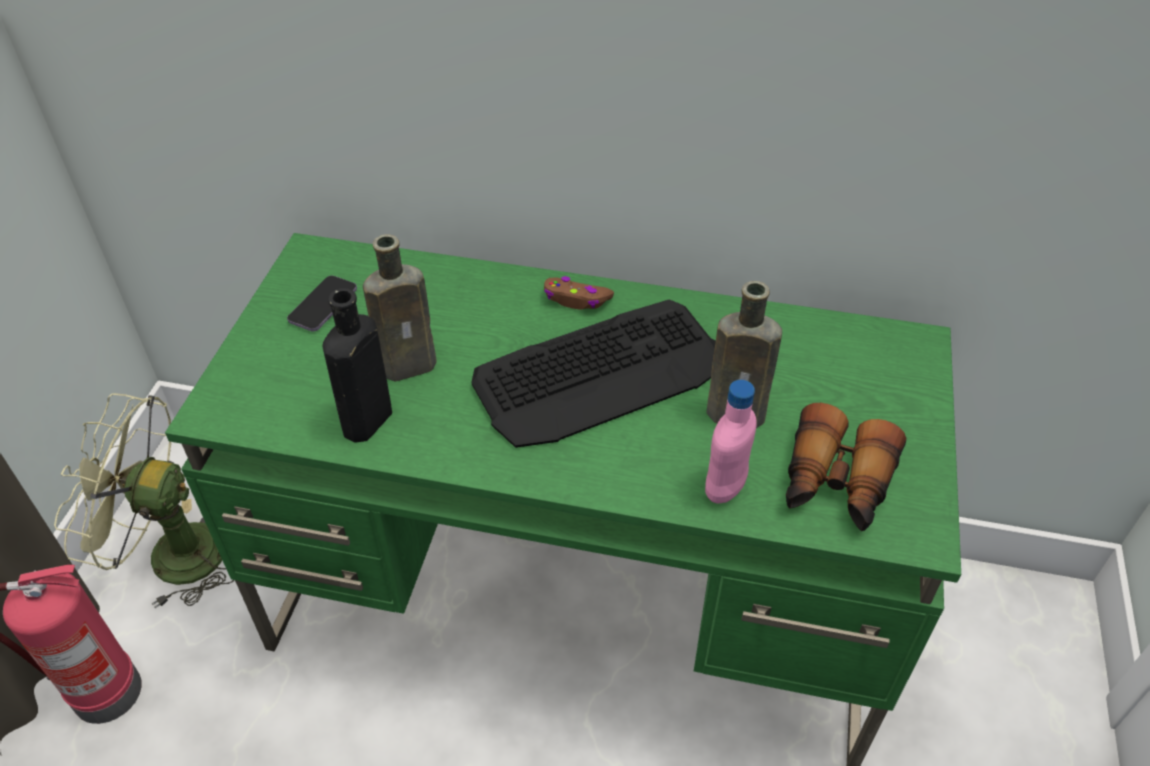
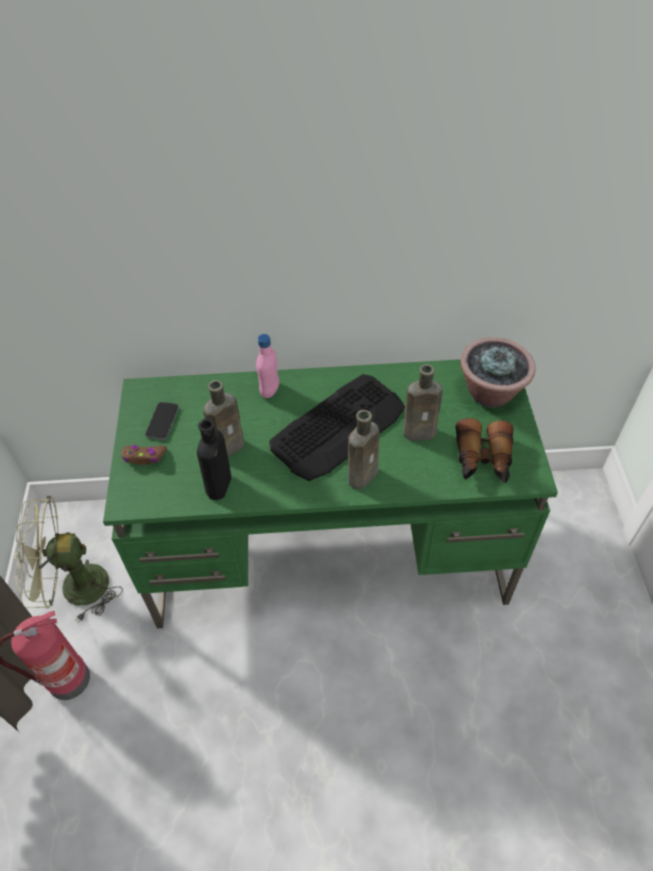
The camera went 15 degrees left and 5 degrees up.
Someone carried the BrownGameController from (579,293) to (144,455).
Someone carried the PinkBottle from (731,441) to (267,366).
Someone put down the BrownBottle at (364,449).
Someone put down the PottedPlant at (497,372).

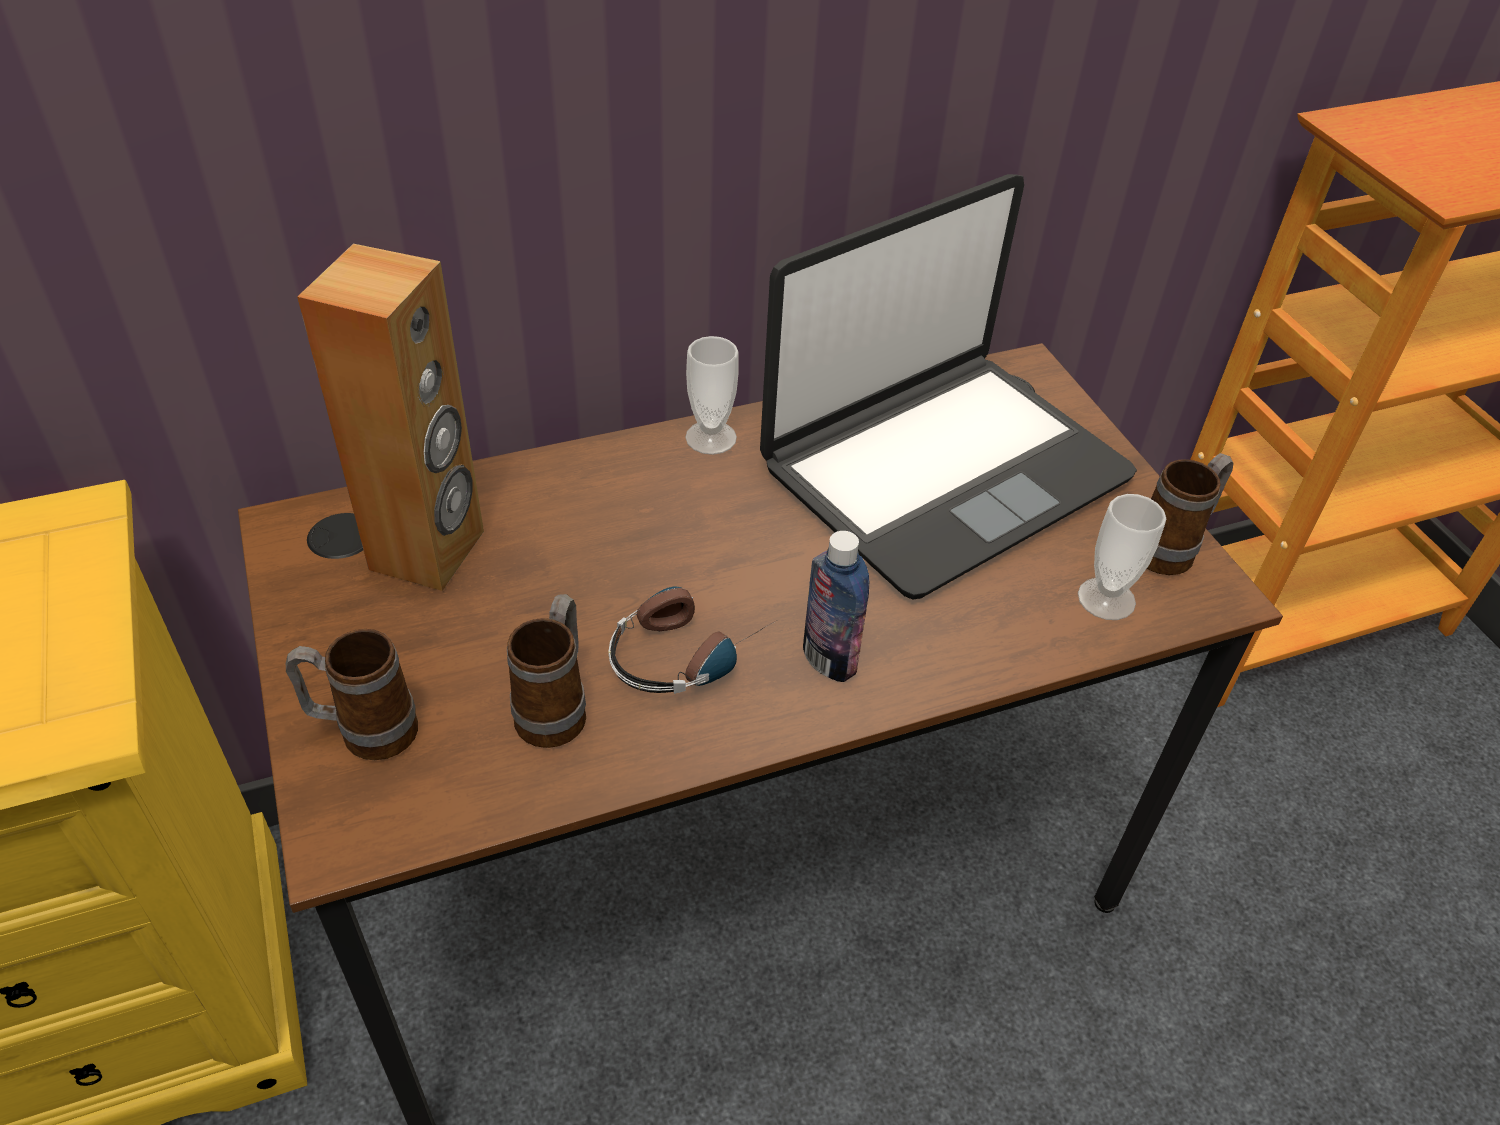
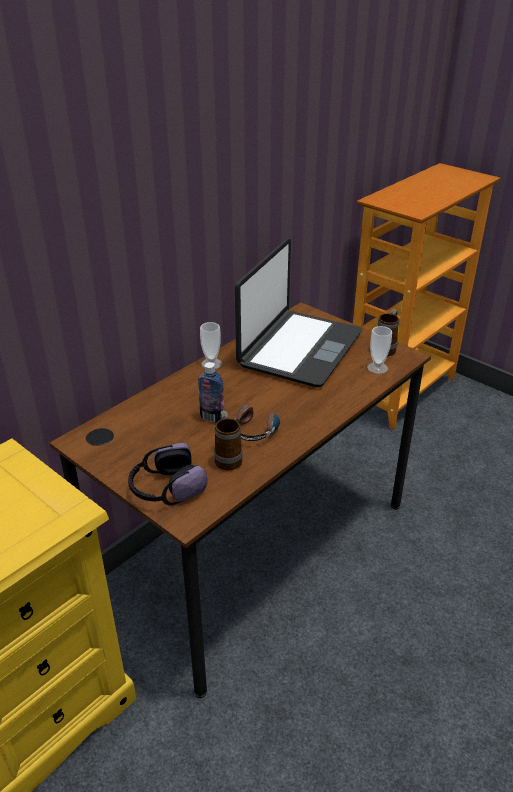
The camera went 25 degrees left and 10 degrees down.
Someone swapped the Mug at (352,694) for the Headphones at (167,474).
Someone took away the BrownSpeaker at (390,417).
Someone carried the Bottle from (836,606) to (211,392).

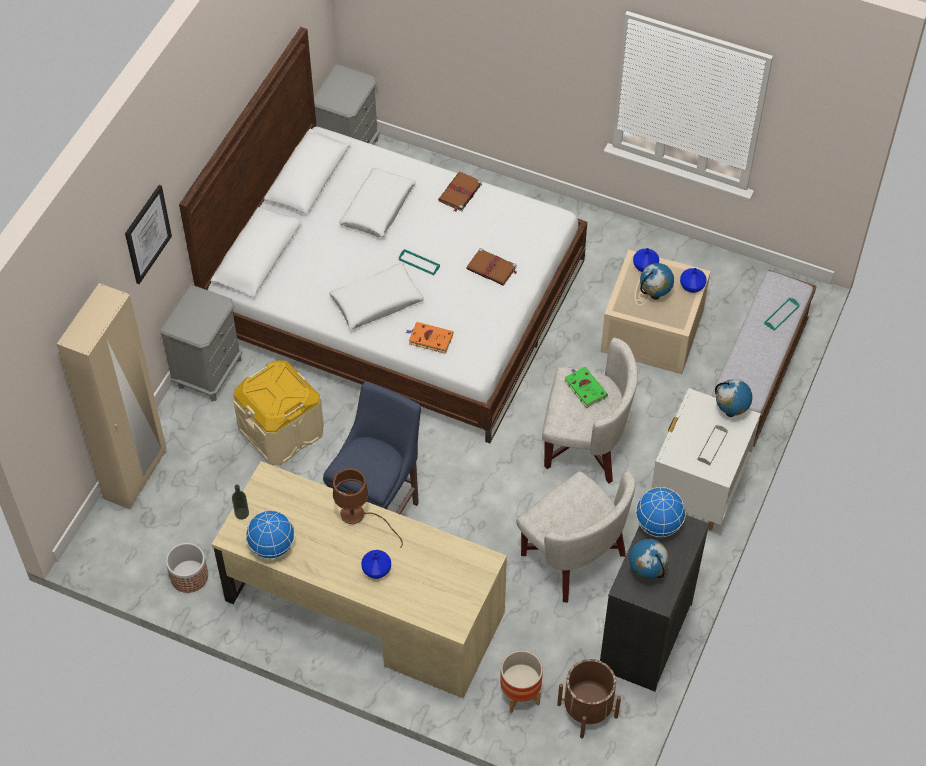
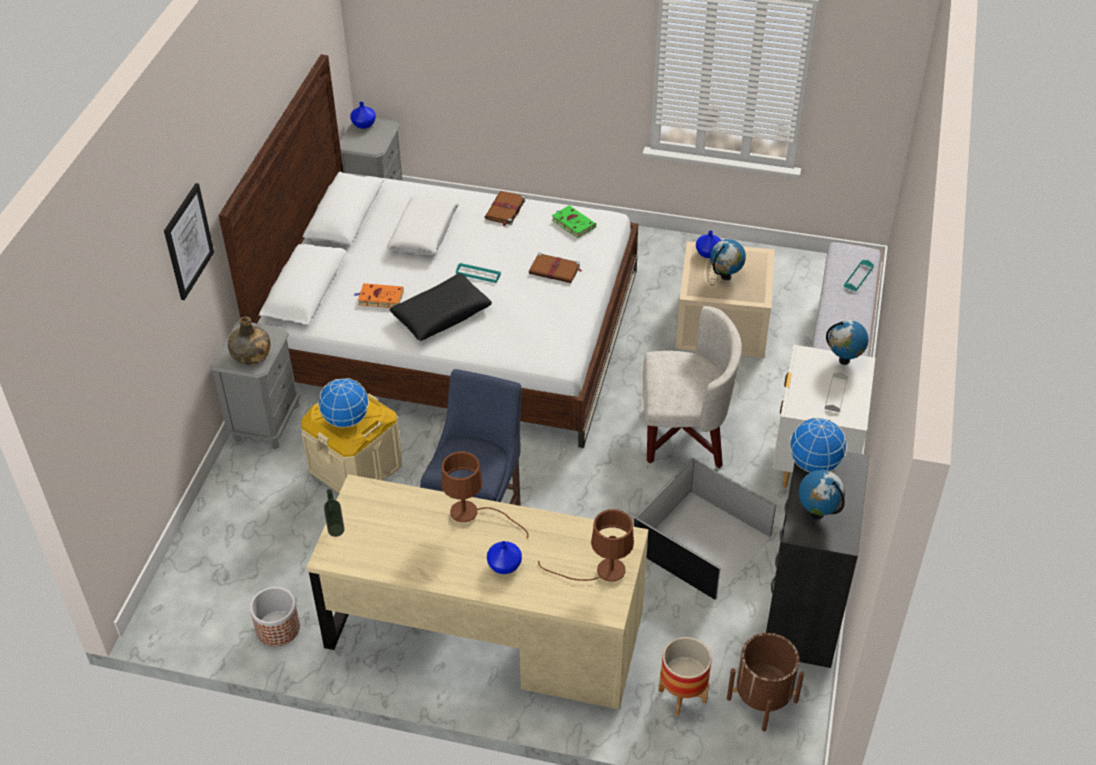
The camera went 10 degrees left and 10 degrees down.
Someone took away the BeigeWardrobe at (112,396).
Someone carried the Globe from (270,534) to (343,402).
Someone repainted the WhitePillow at (376,296), which became the BlackPillow at (440,307).
Someone carried the OrangeBook from (430,338) to (379,295).
Someone swapped the WhiteArmchair at (576,537) for the BlackStorageBox at (705,529).
Someone carried the GreenBook from (586,387) to (574,221).
Someone carried the BlueVase from (693,280) to (363,115).
Someone put down the GreenBottle at (249,340).
Someone put down the BrownTableLamp at (586,545).

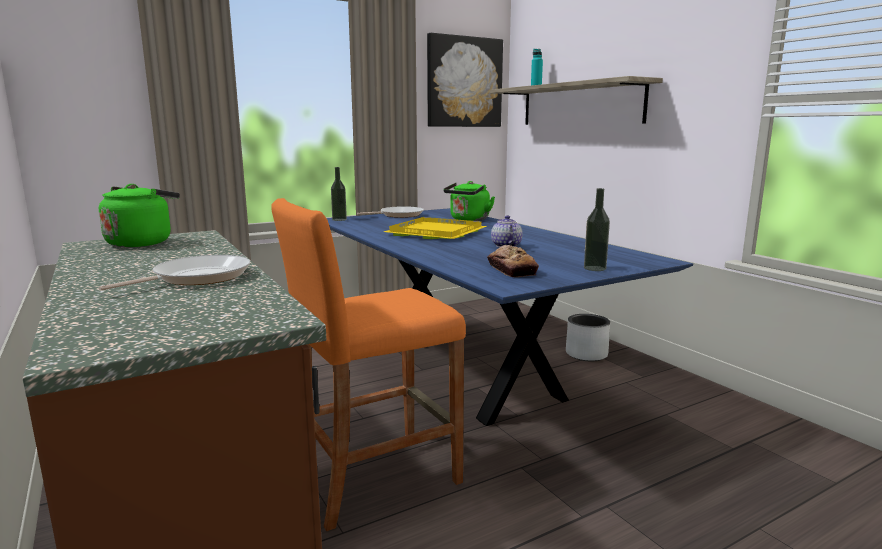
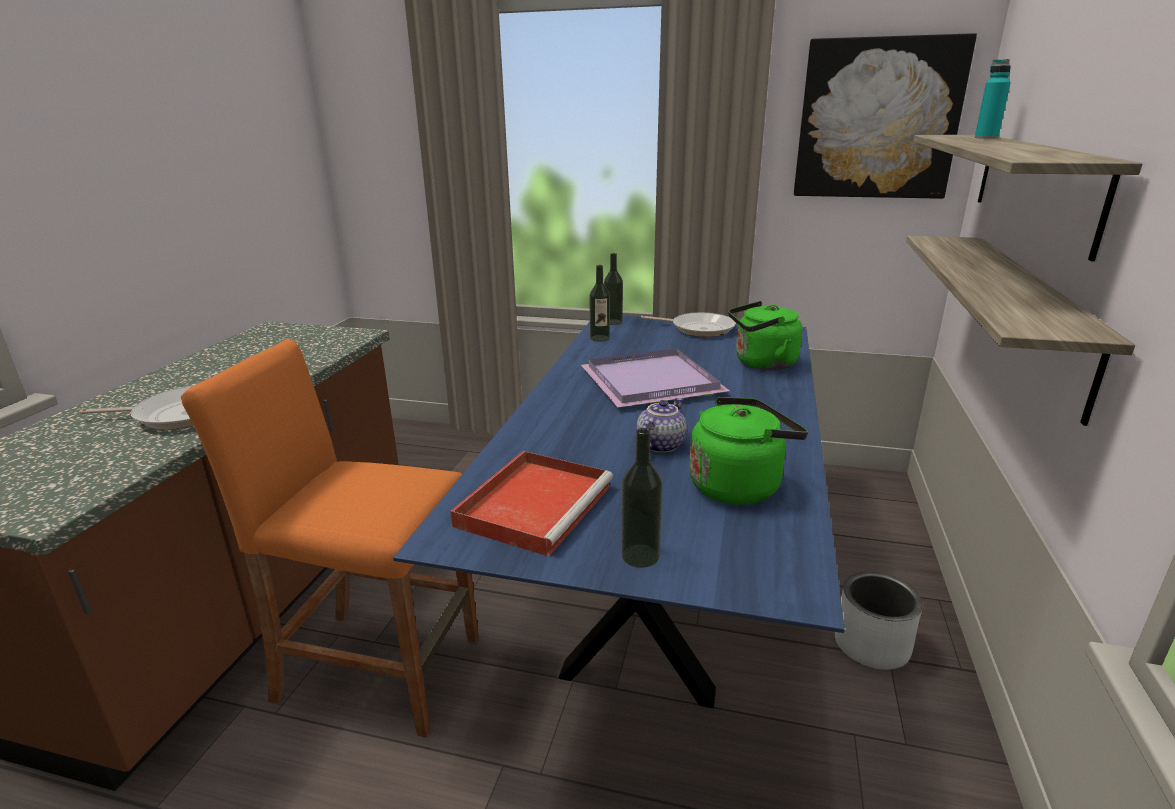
The camera went 45 degrees right and 10 degrees up.
Someone carried the GreenKettle from (139,215) to (748,451).
Someone repainted the YellowTray at (435,228), which became the PurpleTray at (655,377).
Someone swapped the Bread at (513,261) for the RedTray at (531,503).
Someone put down the Bottle at (599,303).
Someone put up the Shelf at (1020,331).

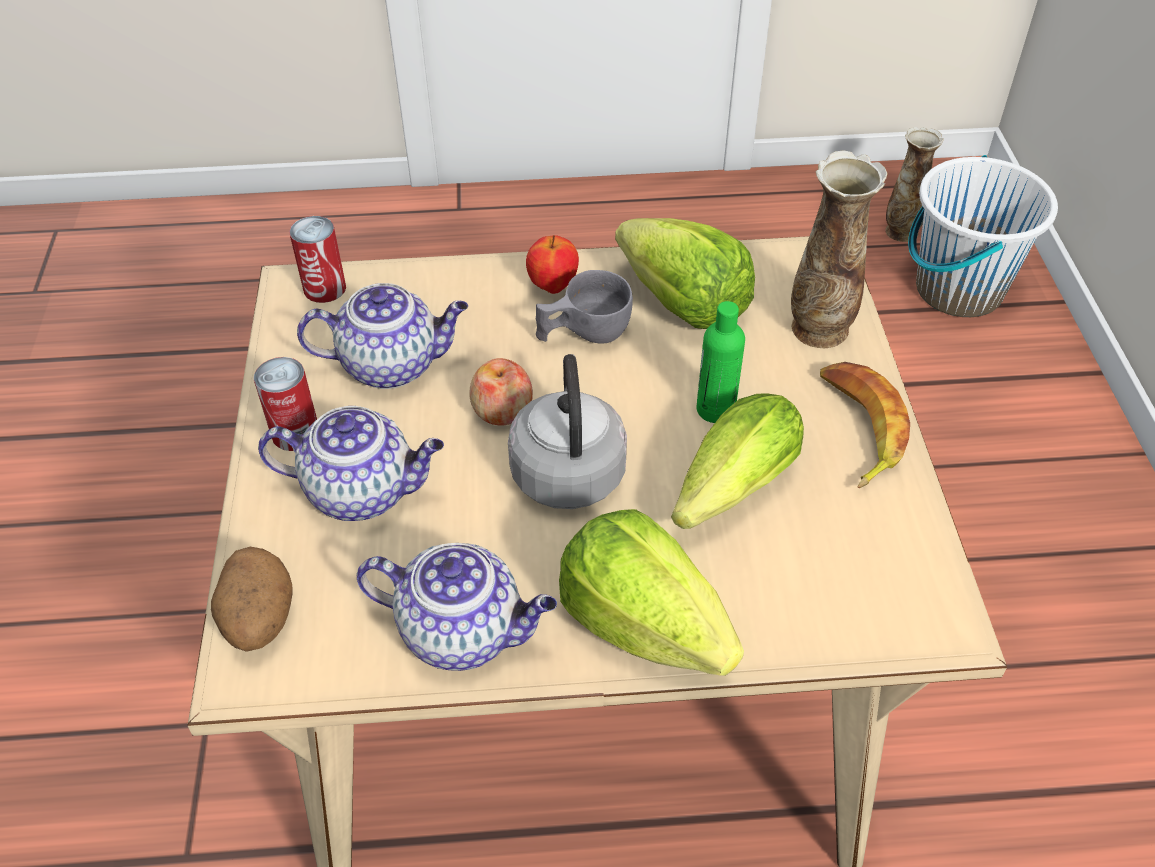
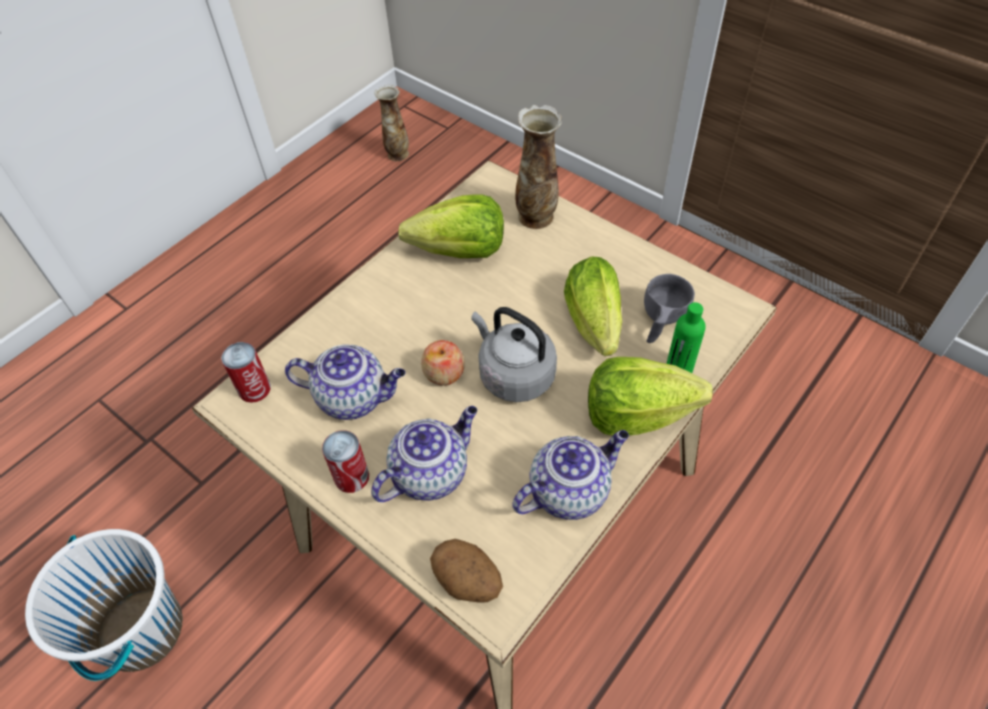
The camera went 45 degrees left and 5 degrees up.
Someone rotated the Teapot at (382,336) by 60 degrees clockwise.
Someone took away the Apple at (552,264).
Someone carried the GreyCup from (584,307) to (669,308).
Someone carried the GreenBottle from (721,362) to (686,337).
Someone took away the Banana at (865,425).
Someone carried the WhiteBucket from (983,236) to (104,605).

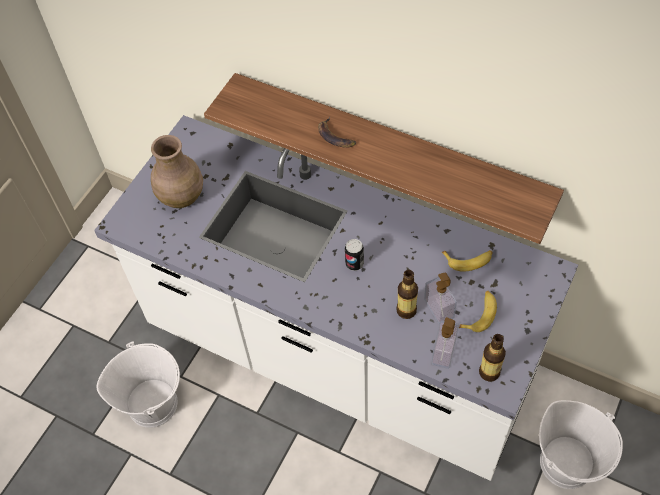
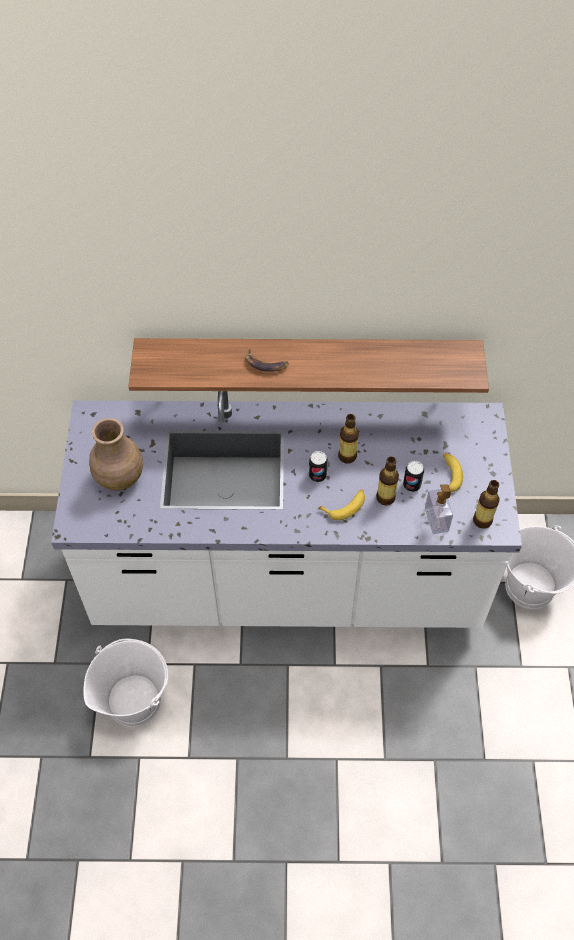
The camera went 30 degrees left and 0 degrees up.
Someone swapped the SoapDispenser at (440,298) for the Can at (413,476).
Someone carried the Banana from (467,261) to (341,504).
Someone put down the Bottle at (348,439).

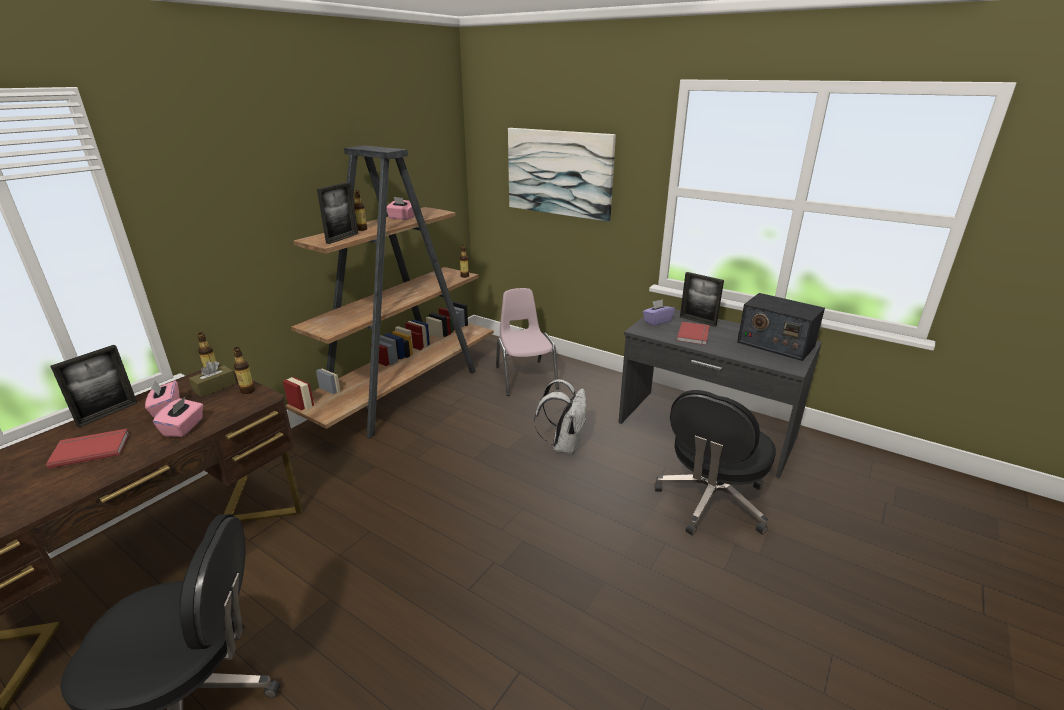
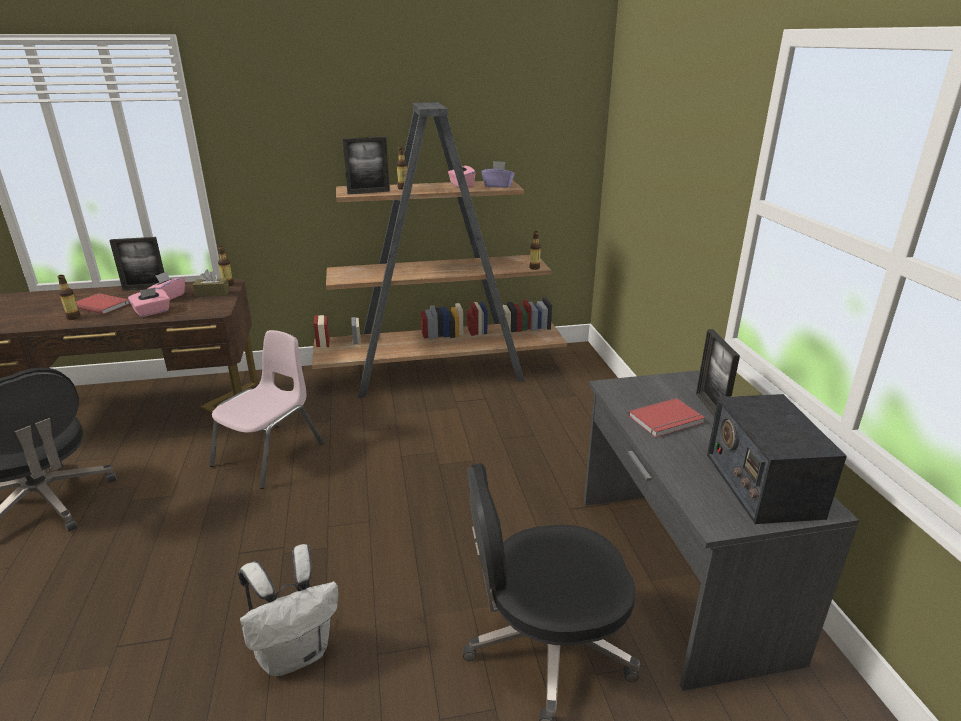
The camera went 45 degrees right and 0 degrees up.
Someone carried the Bottle from (244,370) to (69,297).
Someone carried the PinkChair from (527,342) to (266,409).
Someone took away the Picture at (562,175).
Someone carried the WhiteBackpack from (560,417) to (288,610).
Someone carried the PurpleTissueBox from (658,312) to (498,174).

